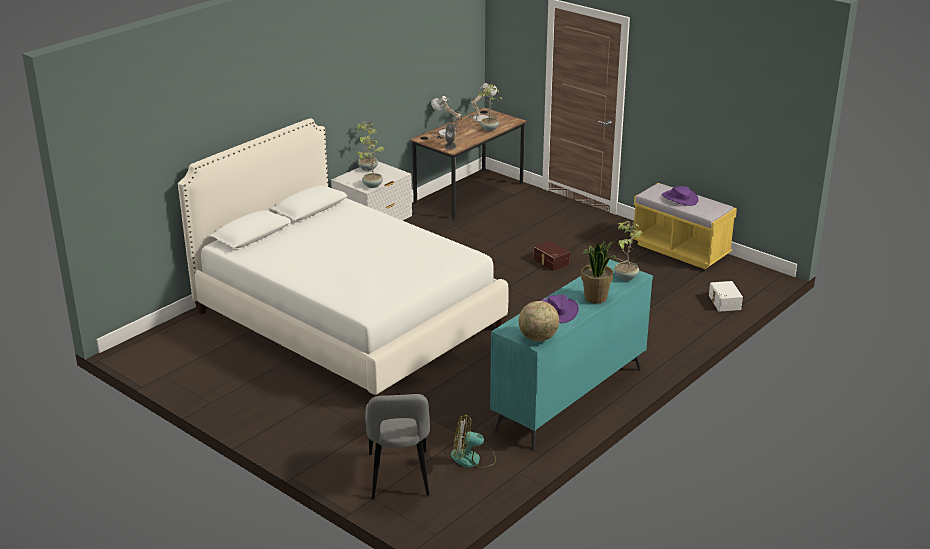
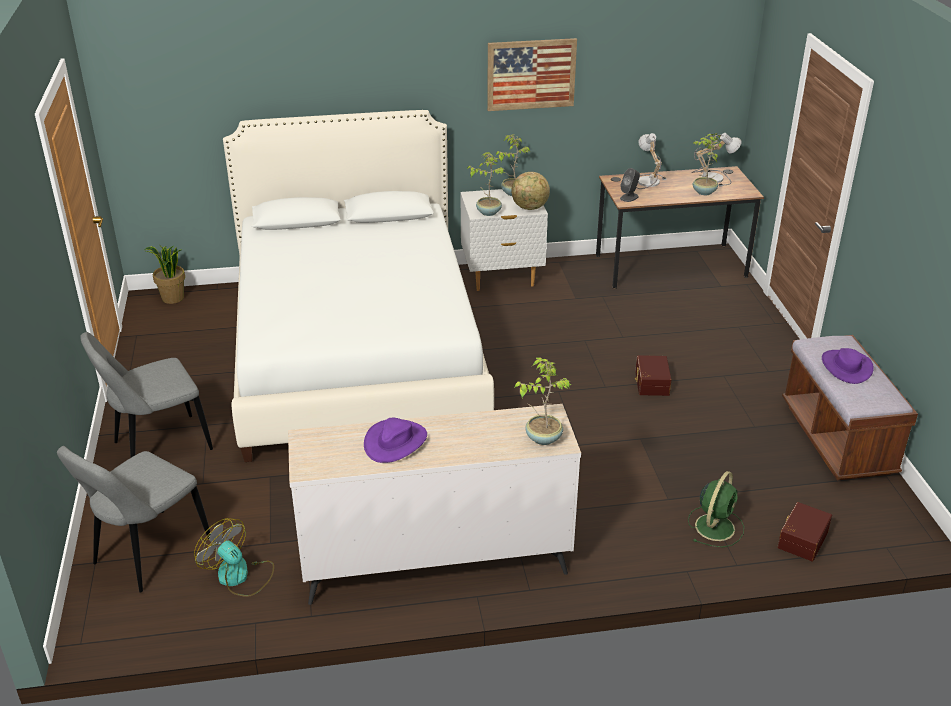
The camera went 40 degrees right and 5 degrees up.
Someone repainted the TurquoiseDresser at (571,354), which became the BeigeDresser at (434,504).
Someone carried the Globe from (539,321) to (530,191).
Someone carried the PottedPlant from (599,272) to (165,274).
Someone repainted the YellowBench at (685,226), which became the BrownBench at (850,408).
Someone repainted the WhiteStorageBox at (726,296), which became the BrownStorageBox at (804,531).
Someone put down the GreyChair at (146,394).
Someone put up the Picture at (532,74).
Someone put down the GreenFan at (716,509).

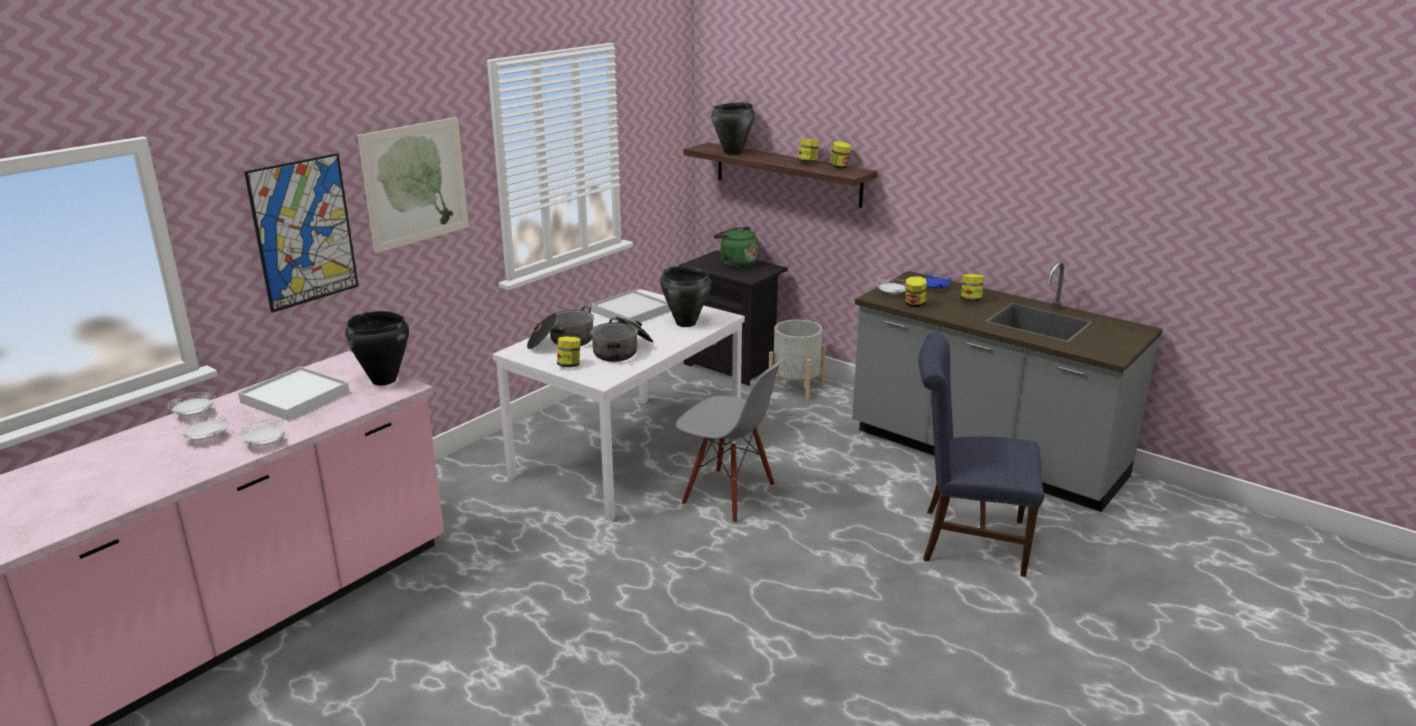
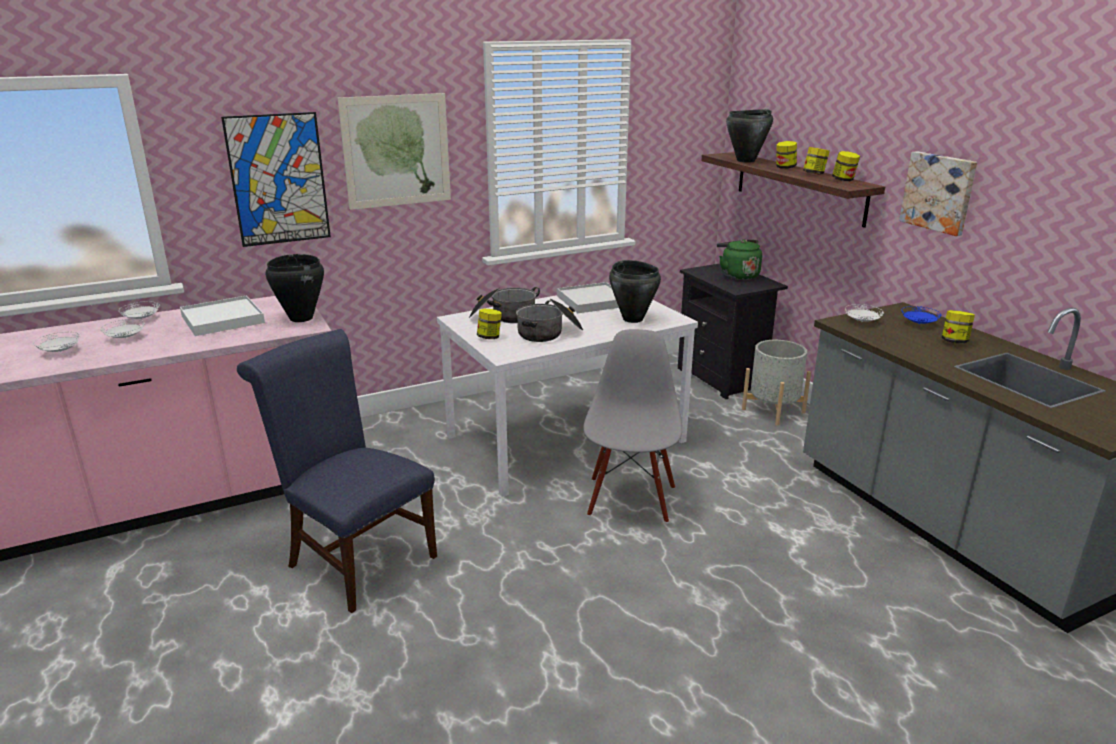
The camera went 25 degrees right and 0 degrees up.
Someone carried the WhitePlate from (262,432) to (57,342).
Someone rotated the GreyChair at (730,440) by 135 degrees counterclockwise.
Someone carried the Jar from (915,291) to (786,155).
Someone carried the BlueChair from (981,455) to (337,471).
Someone put up the Picture at (938,193).

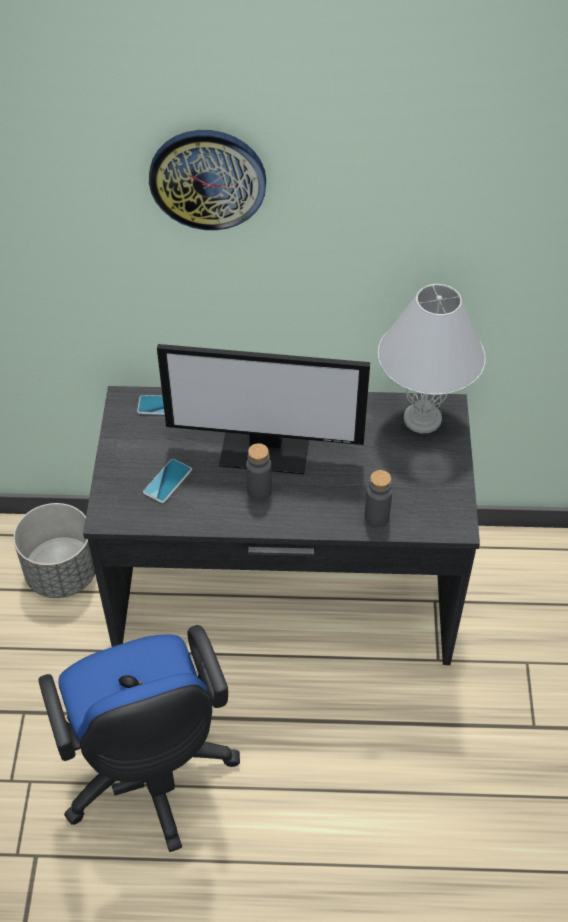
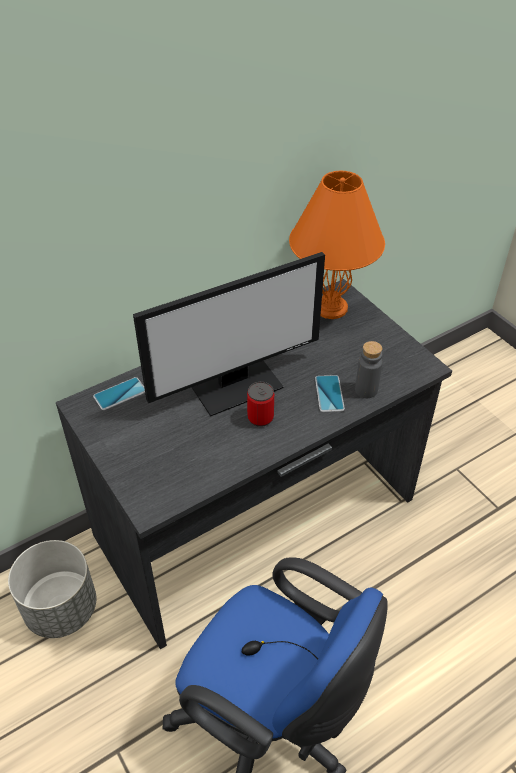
The camera went 35 degrees left and 5 degrees down.
Someone carried the Phone from (167,481) to (330,393).
Someone took away the WallClock at (207,180).
Someone swapped the GreyBottle at (259,471) for the Can at (260,404).
Someone repainted the WhiteTableLamp at (432,358), which became the OrangeTableLamp at (337,245).

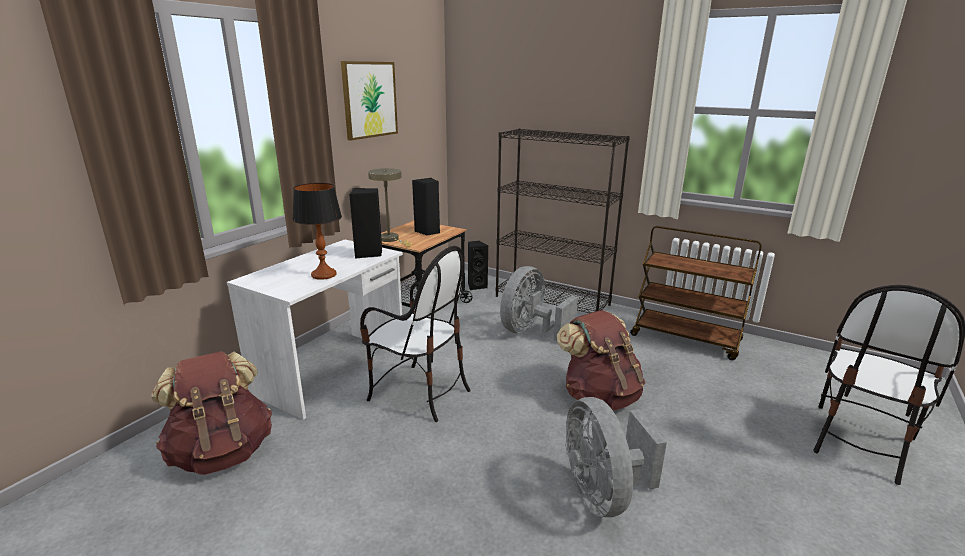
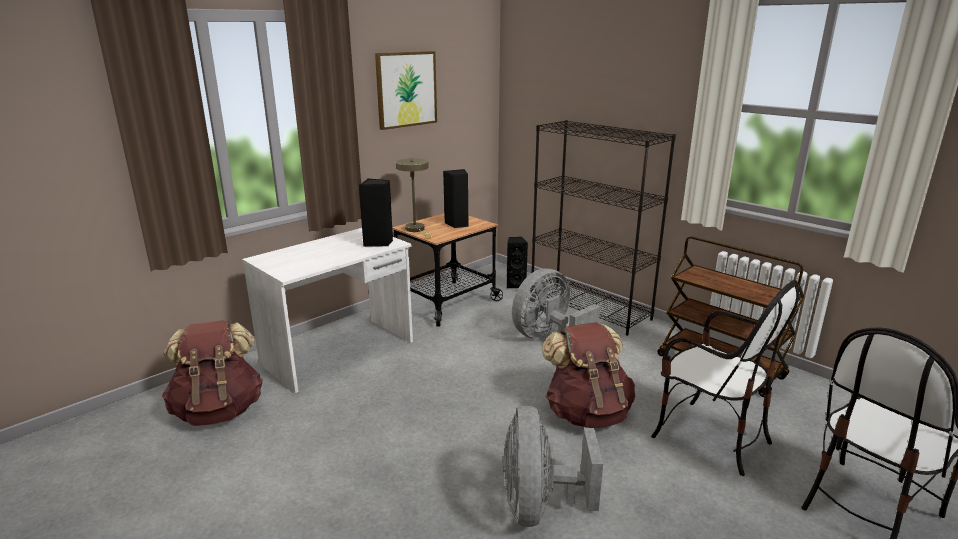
The camera went 15 degrees right and 0 degrees up.
Someone took away the TableLamp at (317,231).
Someone carried the Chair from (415,334) to (725,378).

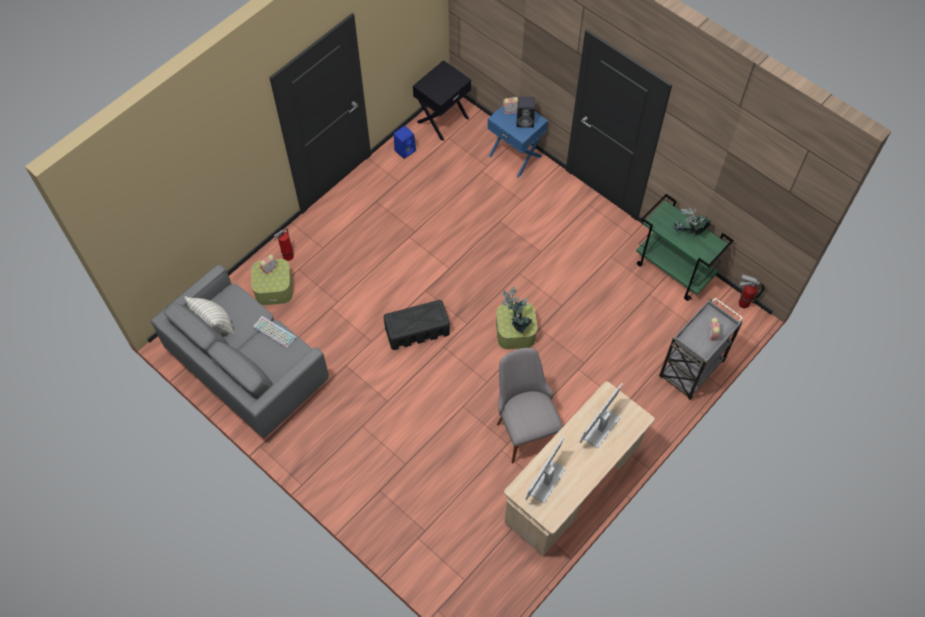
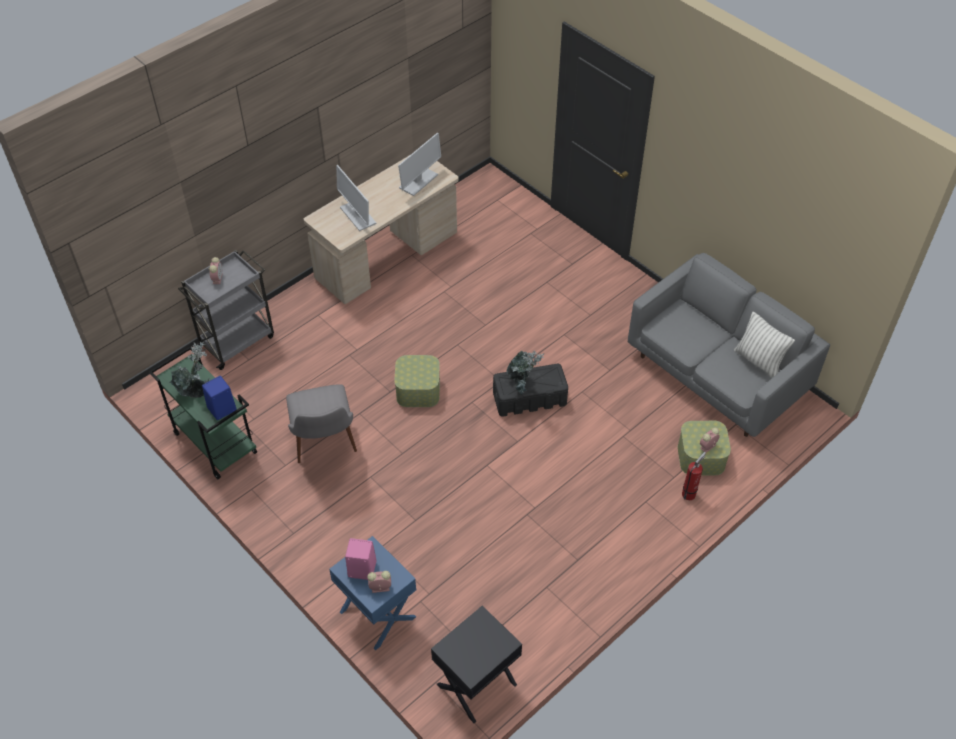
The camera went 175 degrees left and 10 degrees down.
Someone took away the Keyboard at (275,332).
Someone carried the BlueSpeaker from (405,142) to (219,398).
Someone carried the GreyChair from (530,406) to (321,423).
Someone carried the PottedPlant from (516,309) to (525,373).
Someone repainted the BlackSpeaker at (525,112), which became the PinkSpeaker at (360,559).
Someone rotated the Monitor at (601,416) by 105 degrees clockwise.
Someone took away the FireExtinguisher at (752,291).

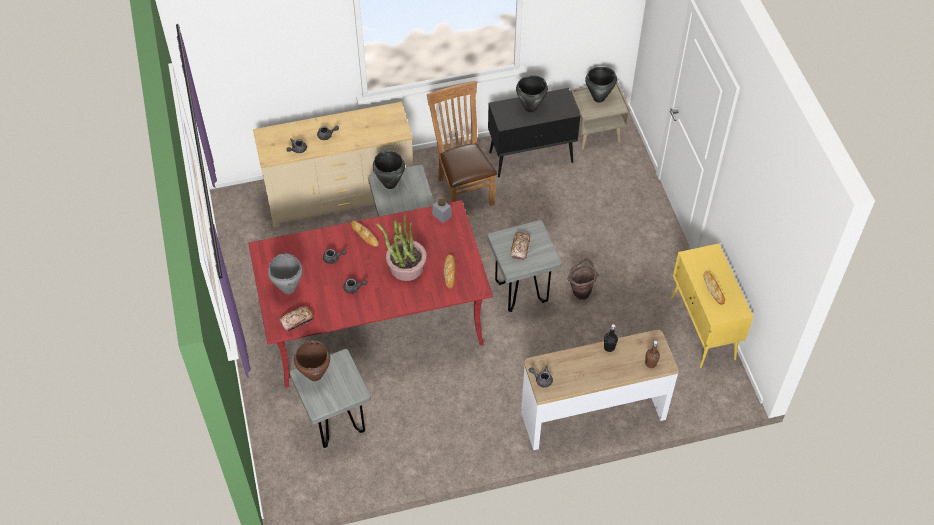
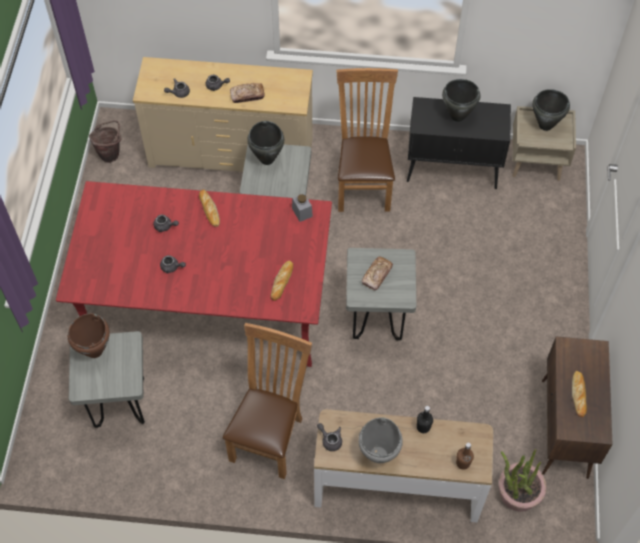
The camera went 20 degrees right and 5 degrees up.
Someone carried the GreyCookingPot from (285,273) to (380,440).
Someone carried the Bread from (297,318) to (247,93).
Someone carried the PottedPlant from (401,248) to (522,480).
Someone carried the BrownBucket from (582,279) to (105,141).
Someone repainted the YellowCabinet at (711,306), which became the BrownCabinet at (577,407).
Someone put down the BrownChair at (267,401).

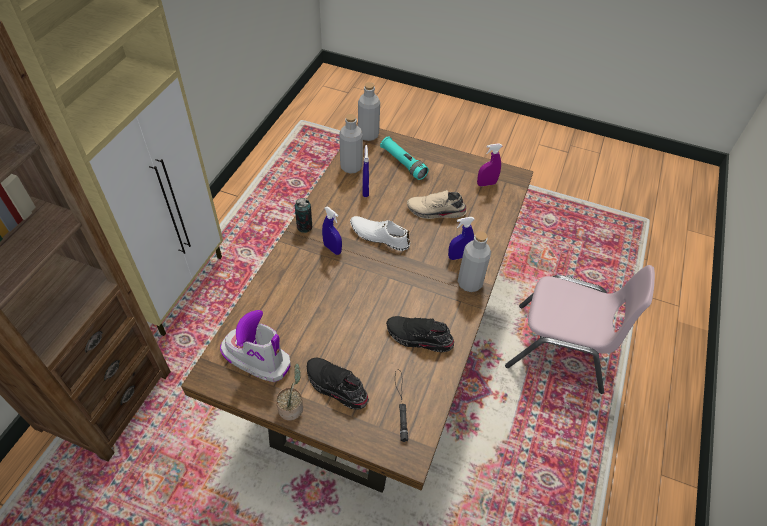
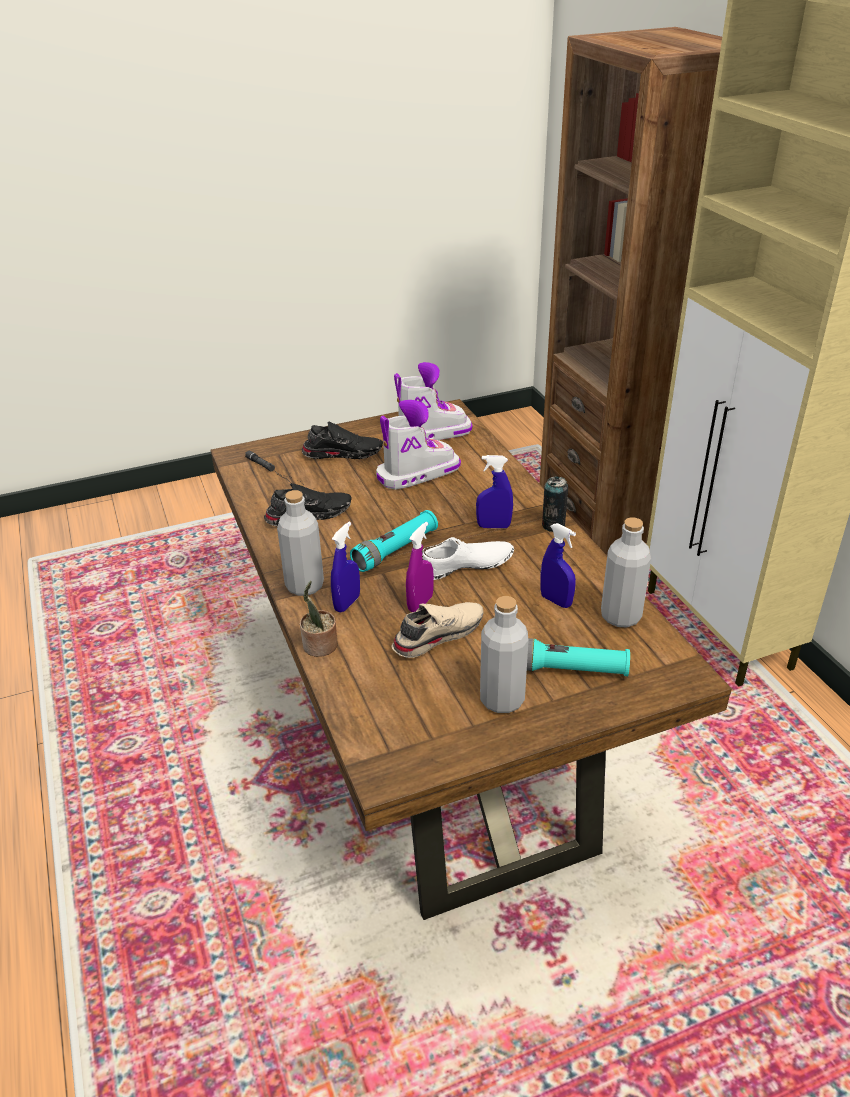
The camera went 140 degrees right and 15 degrees down.
Someone carried the PottedPlant from (289,392) to (319,619).
Someone carried the GreyBottle from (369,111) to (504,654).
Someone carried the PurpleSprayBottle from (489,164) to (420,567).
Someone took away the PinkChair at (580,329).
Someone put down the TurquoiseFlashlight at (394,541).
Someone put down the Boot at (418,445).

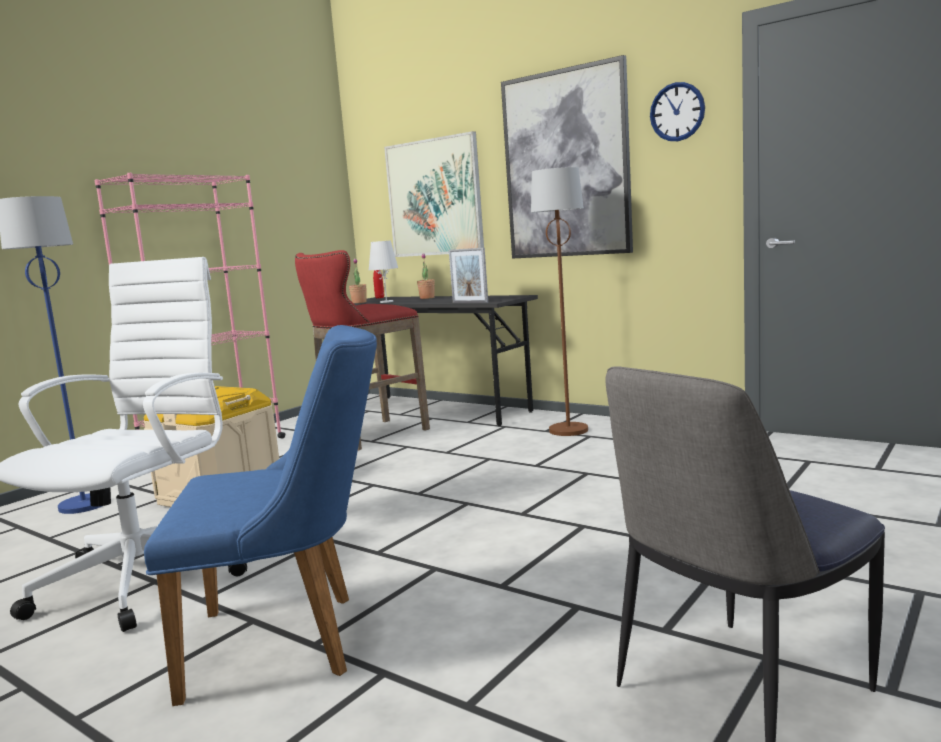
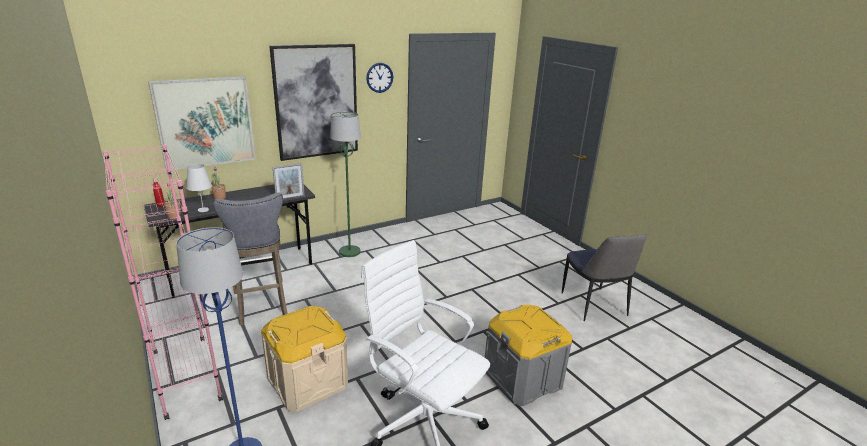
The camera went 70 degrees left and 15 degrees up.
Someone swapped the BlueChair at (260,515) for the GreyStorageBox at (528,355).
Someone repainted the RedStool at (362,350), which became the GreyStool at (250,259).
Someone repainted the BrownFloorLamp at (559,301), which became the GreenFloorLamp at (345,184).

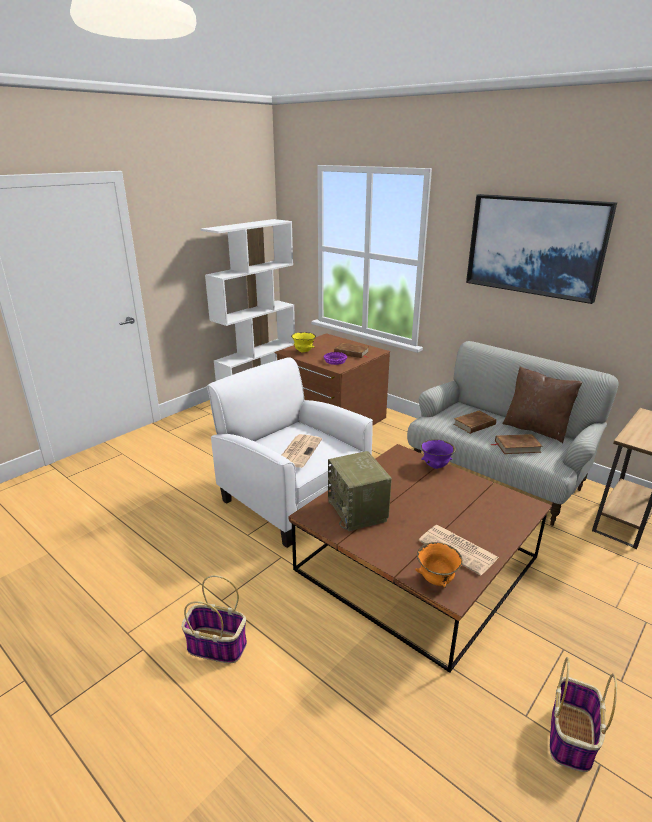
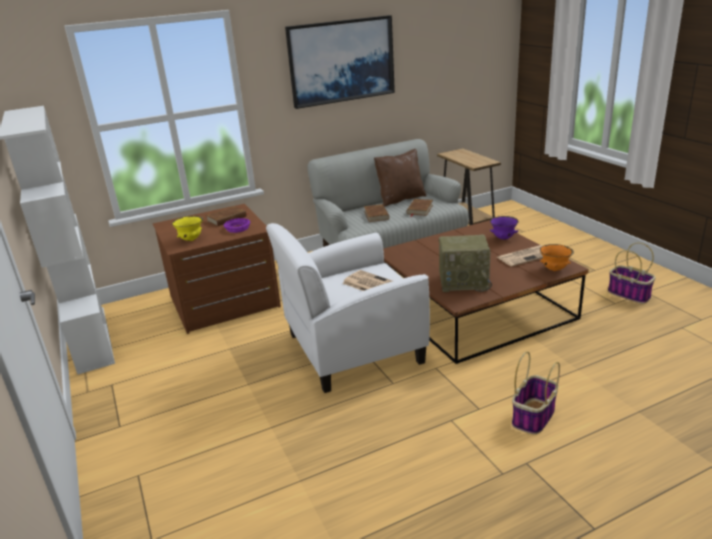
The camera went 65 degrees left and 0 degrees up.
Someone carried the PurpleBowl from (438,454) to (504,228).

